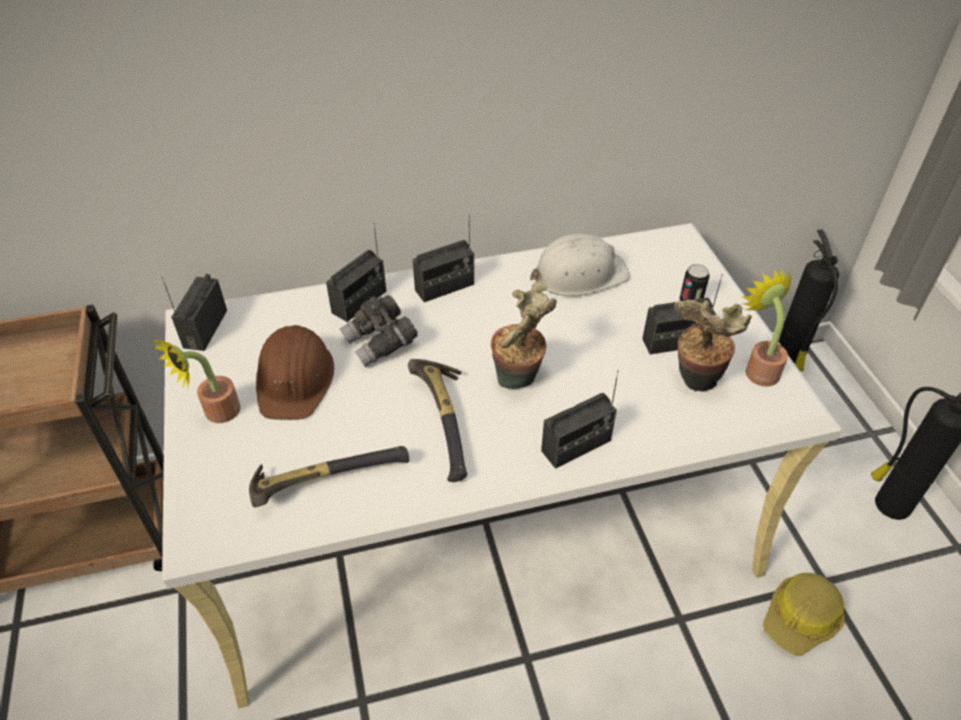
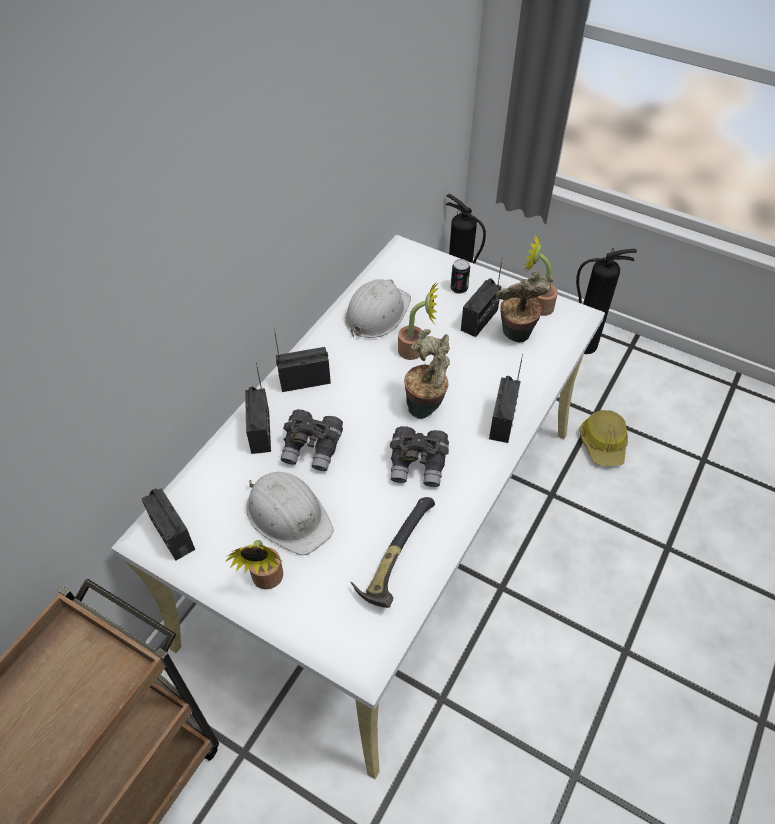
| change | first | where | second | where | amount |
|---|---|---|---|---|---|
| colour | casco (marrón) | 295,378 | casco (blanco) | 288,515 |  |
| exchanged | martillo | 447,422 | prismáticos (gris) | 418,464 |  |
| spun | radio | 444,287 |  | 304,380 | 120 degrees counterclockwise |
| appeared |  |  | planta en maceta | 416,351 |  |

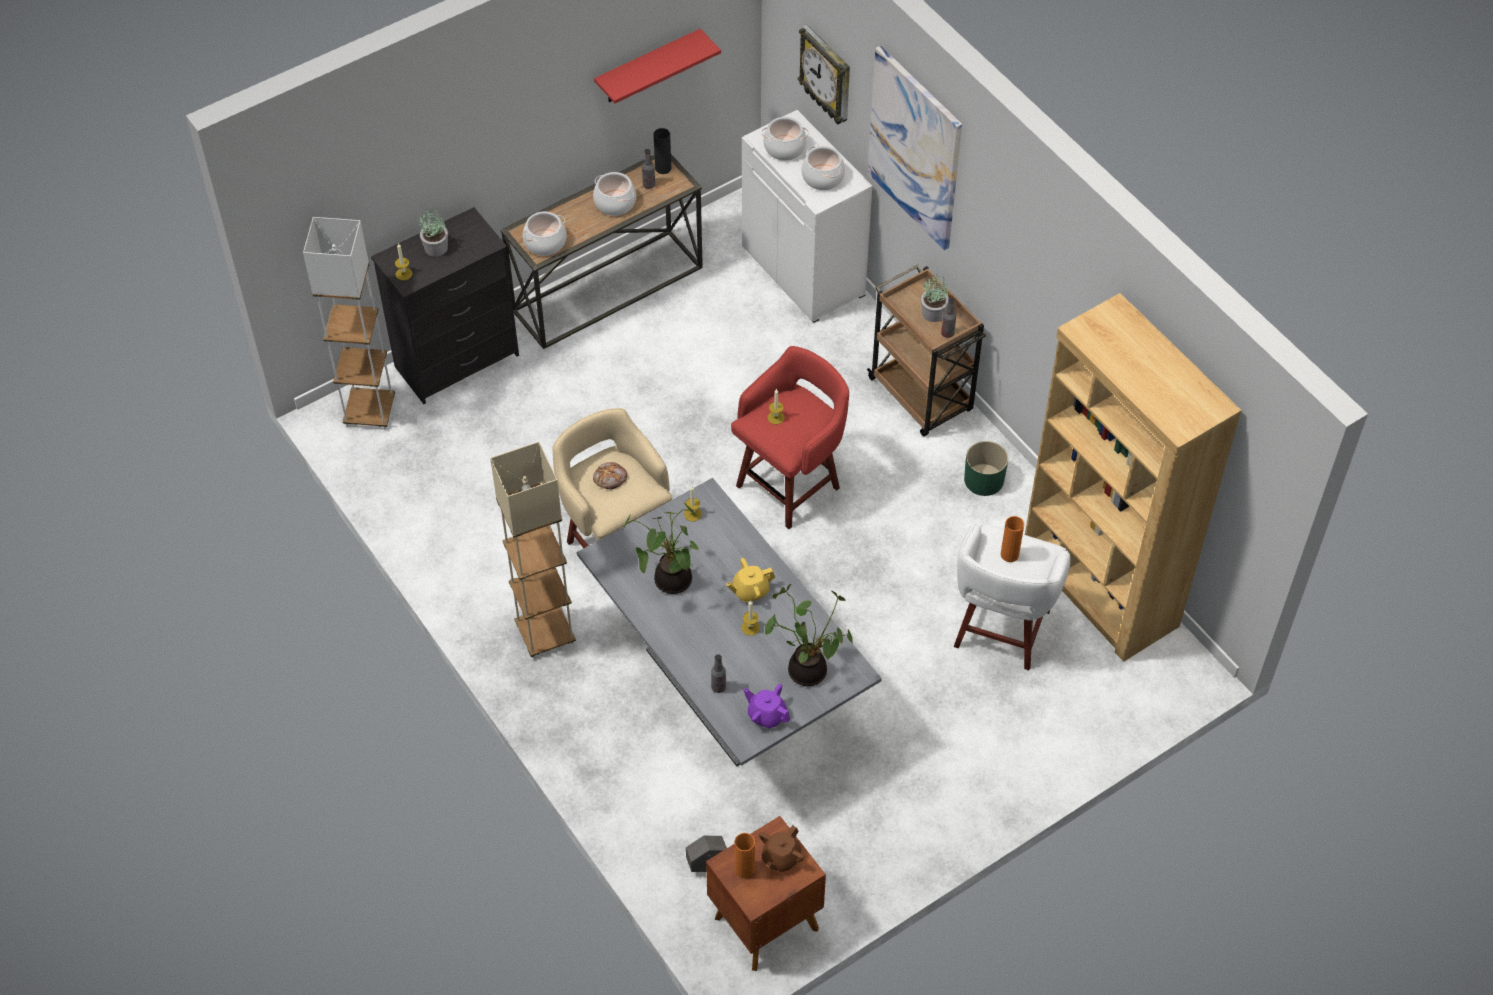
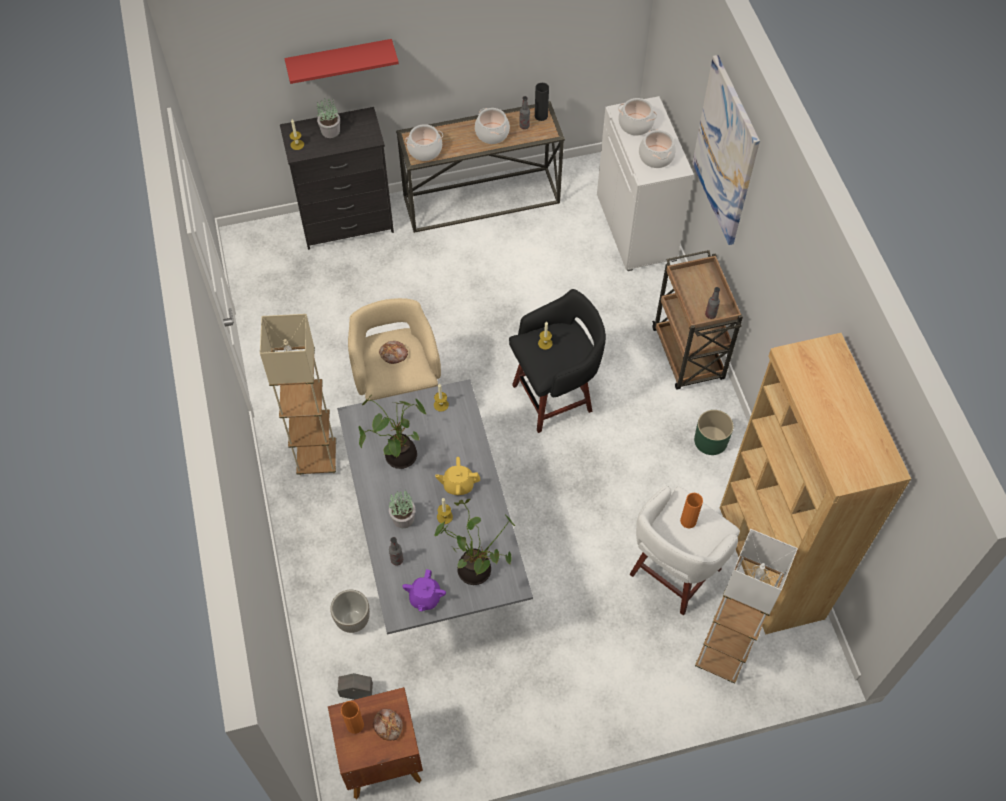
| change | first | where | second | where | amount |
|---|---|---|---|---|---|
| relocated | lámpara de pie (blanco) | 370,412 |  | 721,658 |  |
| relocated | estante (rojo) | 648,67 |  | 340,61 |  |
| colour | taburete (rojo) | 790,484 | taburete (negro) | 555,397 |  |
| spun | tetera (morado) | 766,715 |  | 425,597 | 135 degrees counterclockwise |
| exchanged | tetera (marrón) | 781,858 | pan | 388,725 |  |
| missing | reloj de pared | 827,76 |  |  |  |
| relocated | planta en maceta | 933,313 |  | 403,518 |  |
| appeared |  |  | maceta | 353,619 |  |

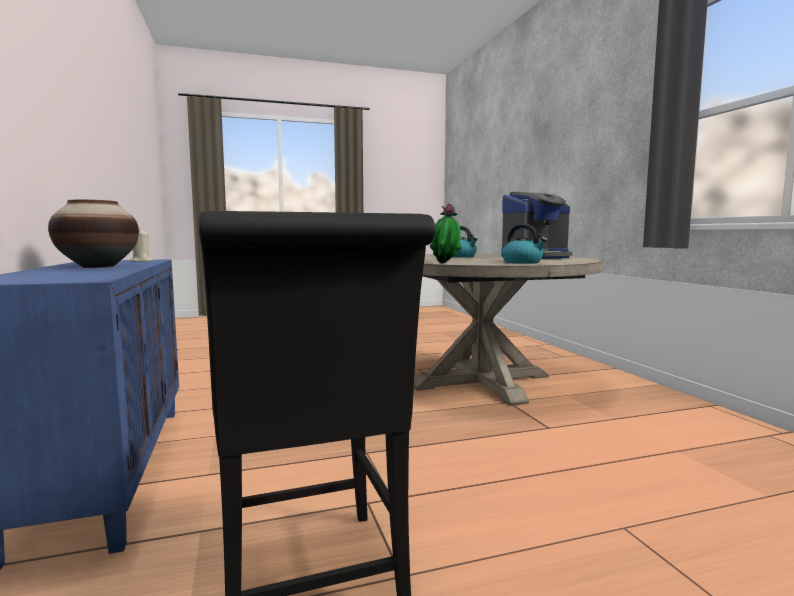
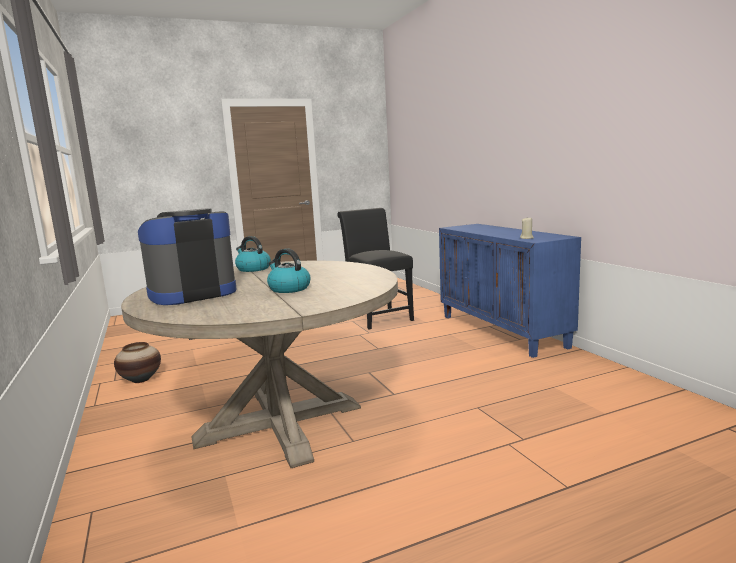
| change | first | where | second | where | amount |
|---|---|---|---|---|---|
| relocated | florero | 98,267 |  | 140,380 |  |
| missing | planta en maceta | 445,263 |  |  |  |

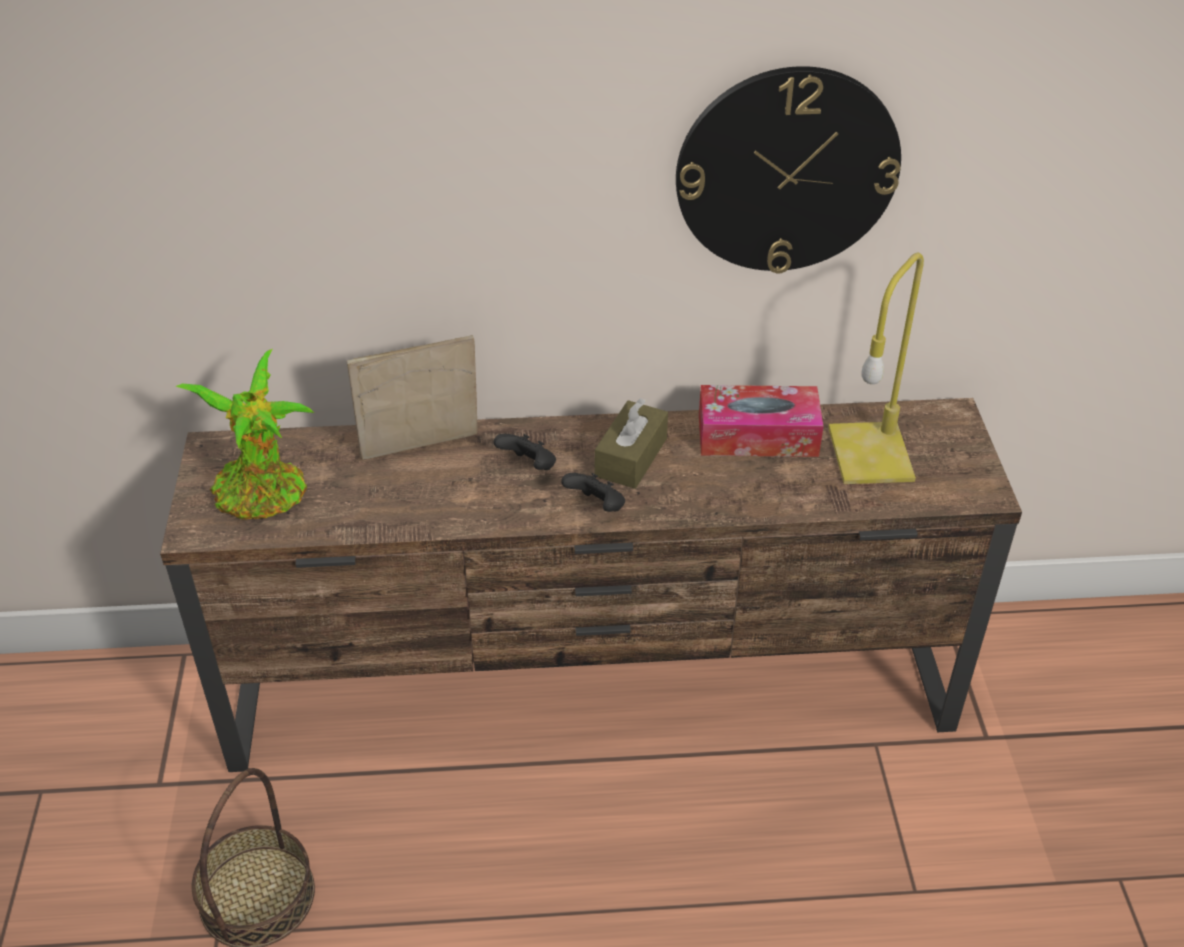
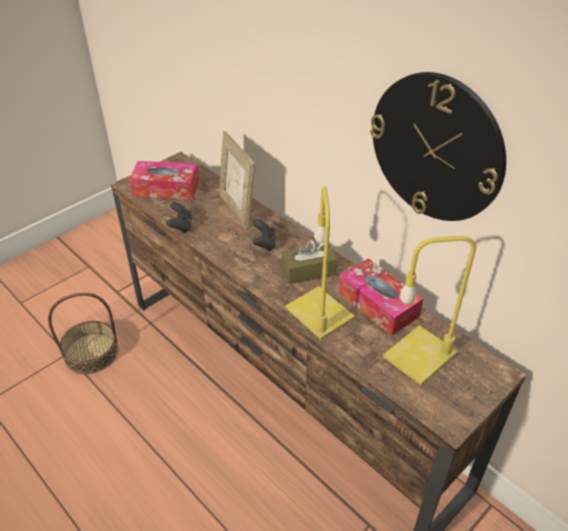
| change | first | where | second | where | amount |
|---|---|---|---|---|---|
| exchanged | planta en maceta | 265,496 | caja de pañuelos | 166,188 |  |
| spun | portarretratos | 421,451 |  | 237,210 | 150 degrees counterclockwise |
| relocated | mando de consola (negro) | 596,507 |  | 181,226 |  |
| appeared |  |  | lámpara de mesa (amarillo) | 321,313 |  |

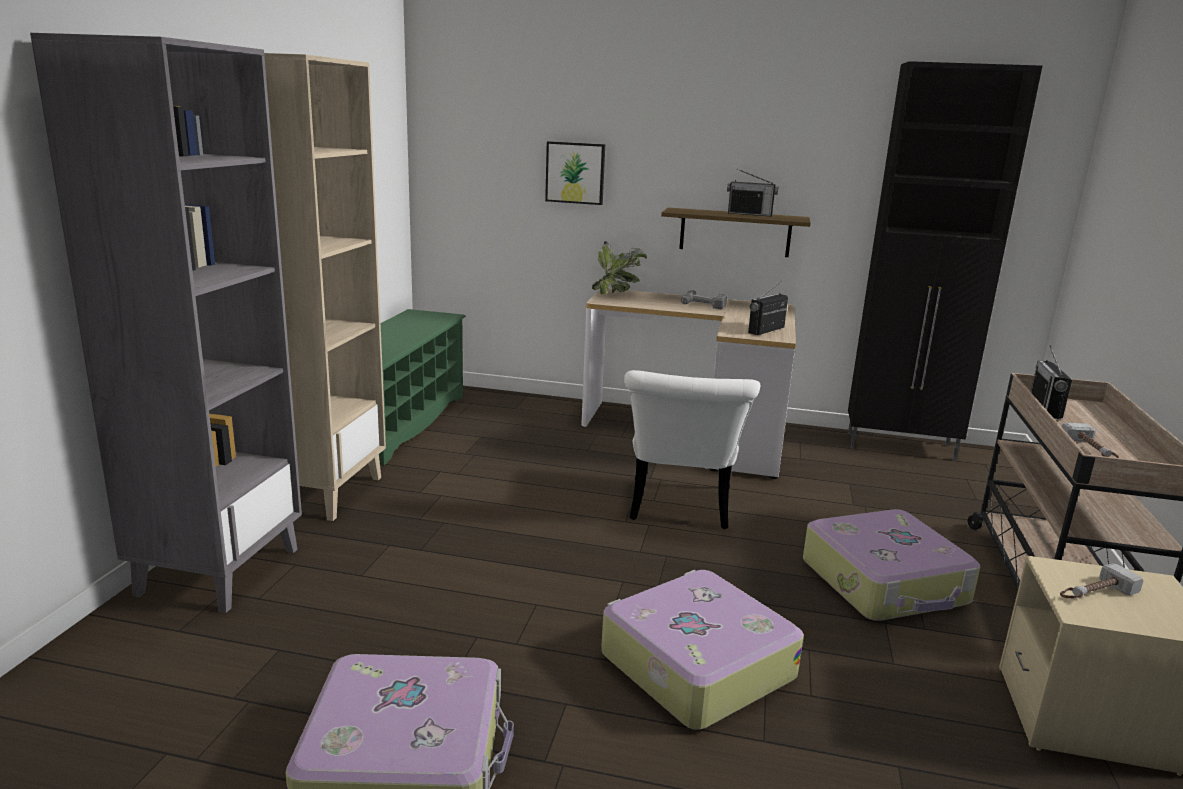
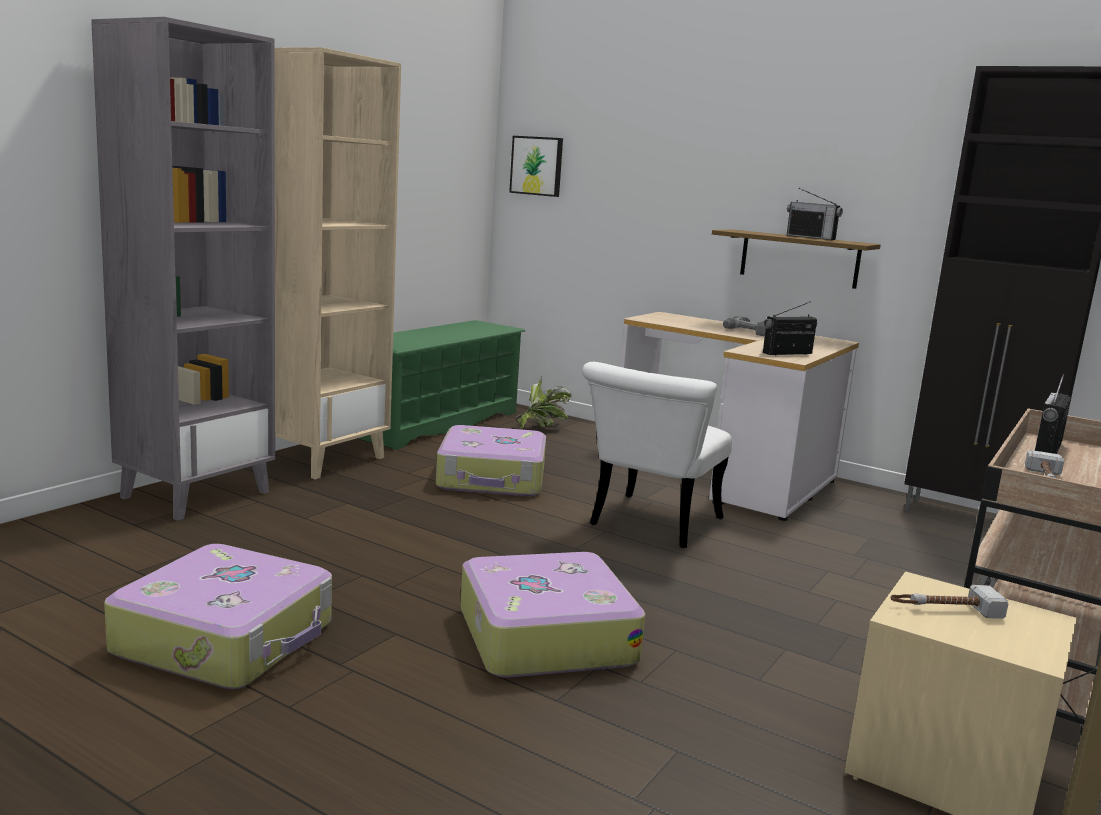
| change | first | where | second | where | amount |
|---|---|---|---|---|---|
| relocated | cuadro | 575,173 |  | 537,166 |  |
| relocated | planta en maceta | 616,294 |  | 542,429 |  |
| relocated | maleta | 886,583 |  | 492,478 |  |

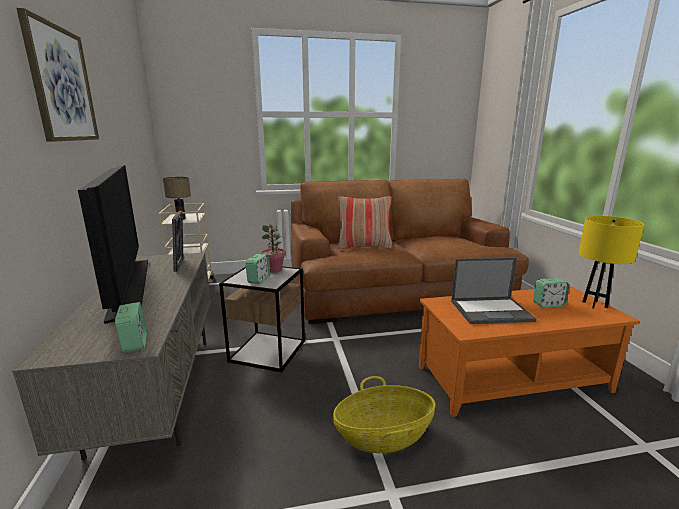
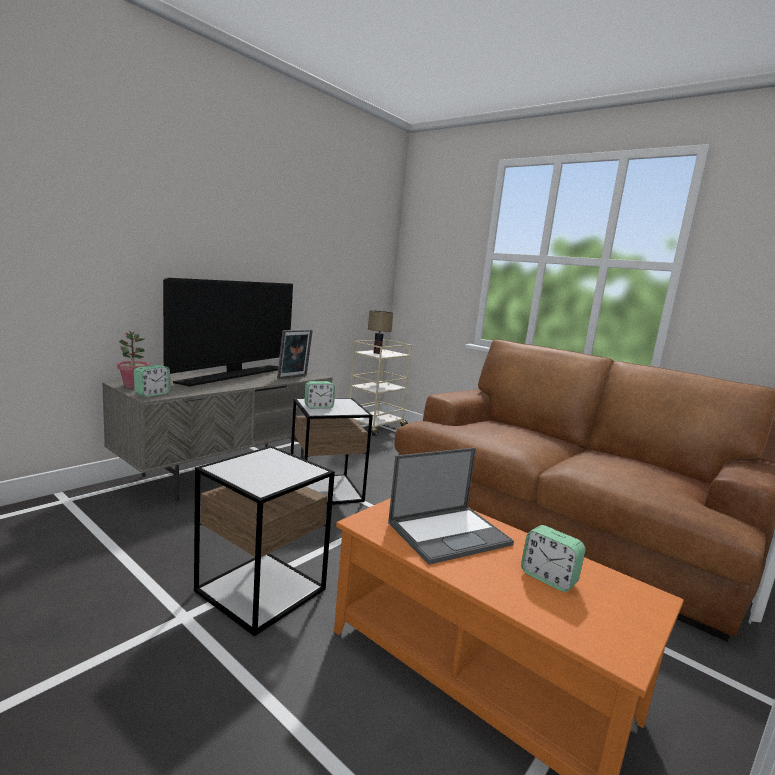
| change | first | where | second | where | amount |
|---|---|---|---|---|---|
| missing | cuadro | 61,84 |  |  |  |
| relocated | planta en maceta | 274,270 |  | 133,386 |  |
| exchanged | cesta | 383,435 | mesa auxiliar | 261,590 |  |
| missing | cojín | 364,246 |  |  |  |
| spun | portátil | 491,310 |  | 450,533 | 75 degrees counterclockwise |
| missing | lámpara de mesa (amarillo) | 594,304 |  |  |  |

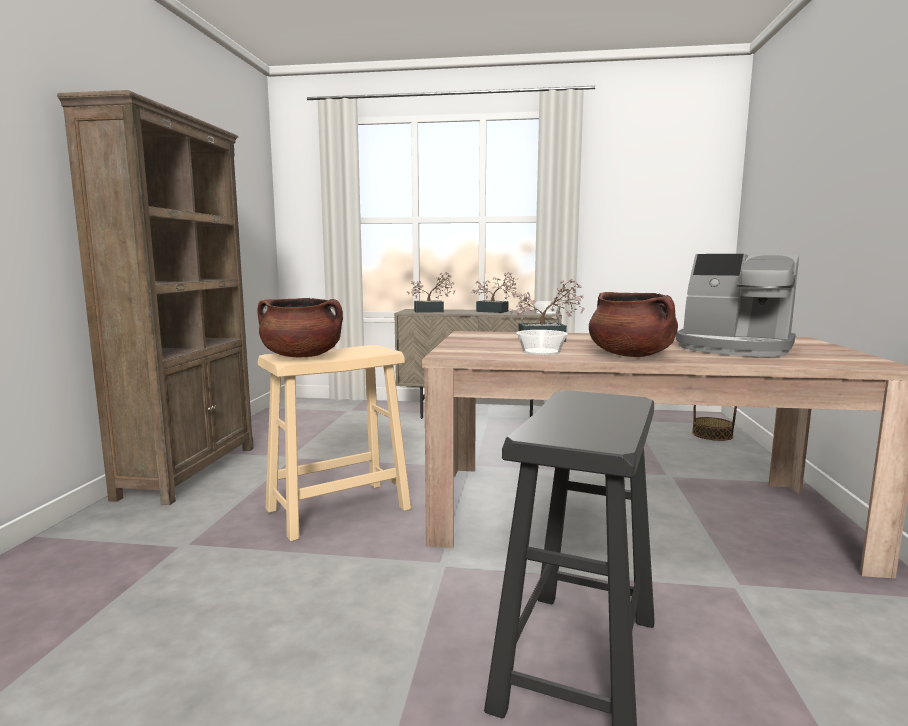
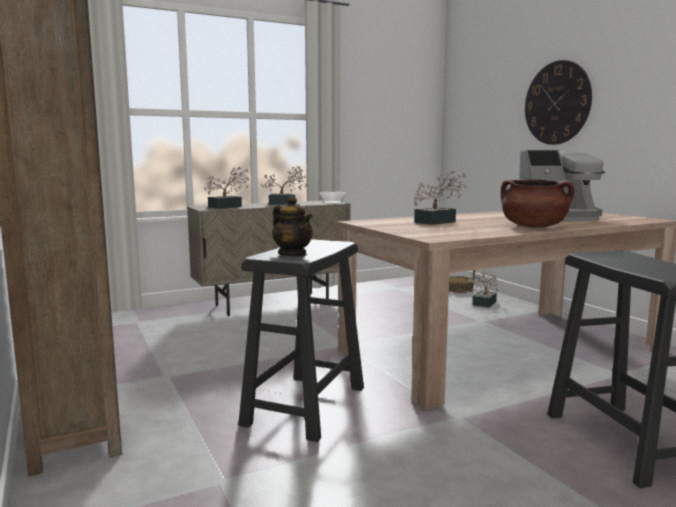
| change | first | where | second | where | amount |
|---|---|---|---|---|---|
| exchanged | olla (marrón) | 302,356 | tetera | 292,254 |  |
| colour | taburete (beis) | 339,509 | taburete (negro) | 306,405 |  |
| missing | cuenco | 542,352 |  |  |  |
| appeared |  |  | planta en maceta | 483,304 |  |
| appeared |  |  | reloj de pared | 557,103 |  |

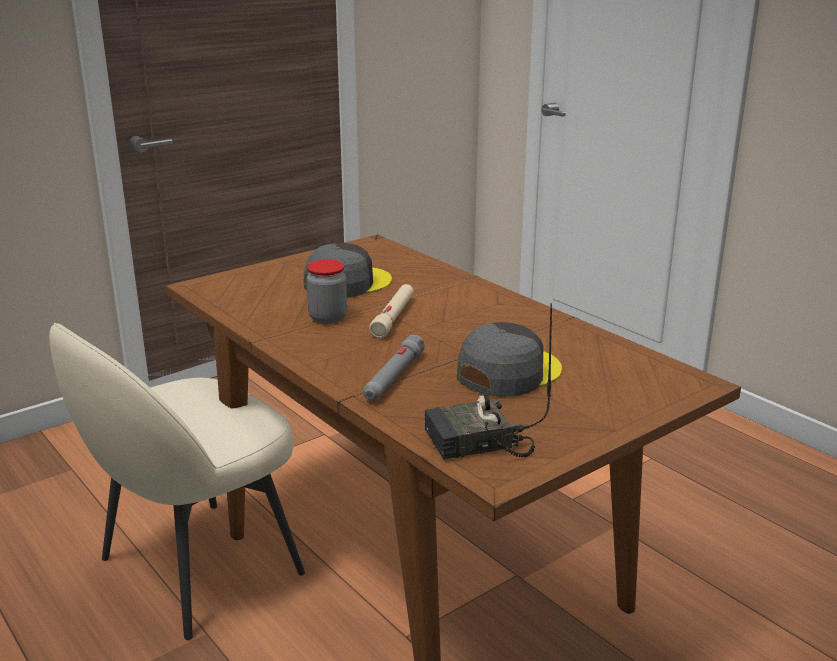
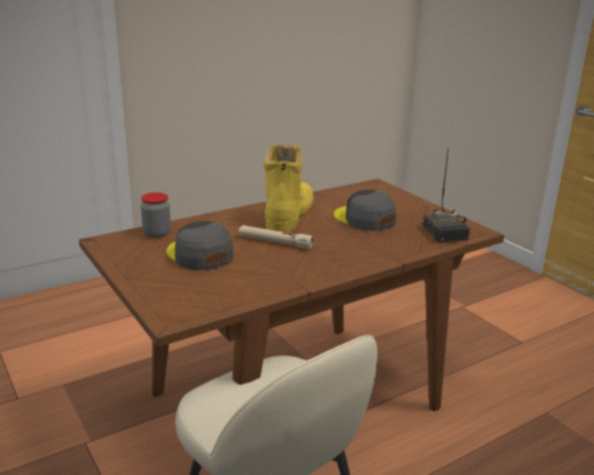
| change | first | where | second | where | amount |
|---|---|---|---|---|---|
| relocated | tarro | 328,318 |  | 157,233 |  |
| missing | linterna (gris) | 394,377 |  |  |  |
| appeared |  |  | bota (amarillo) | 289,215 |  |

